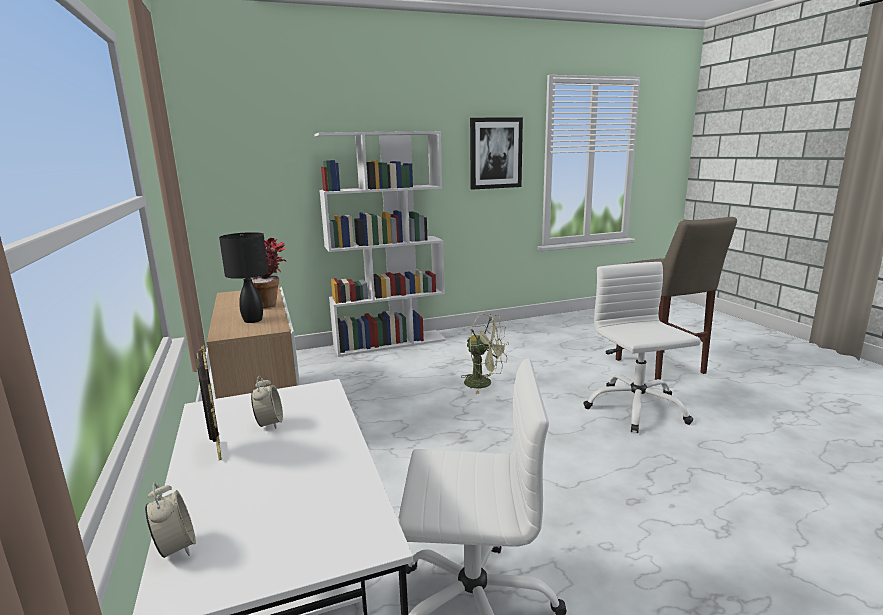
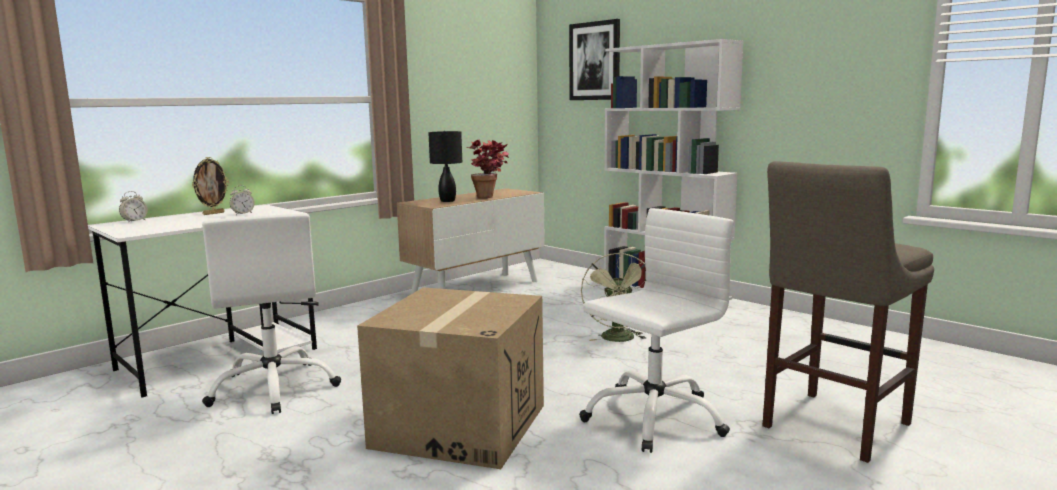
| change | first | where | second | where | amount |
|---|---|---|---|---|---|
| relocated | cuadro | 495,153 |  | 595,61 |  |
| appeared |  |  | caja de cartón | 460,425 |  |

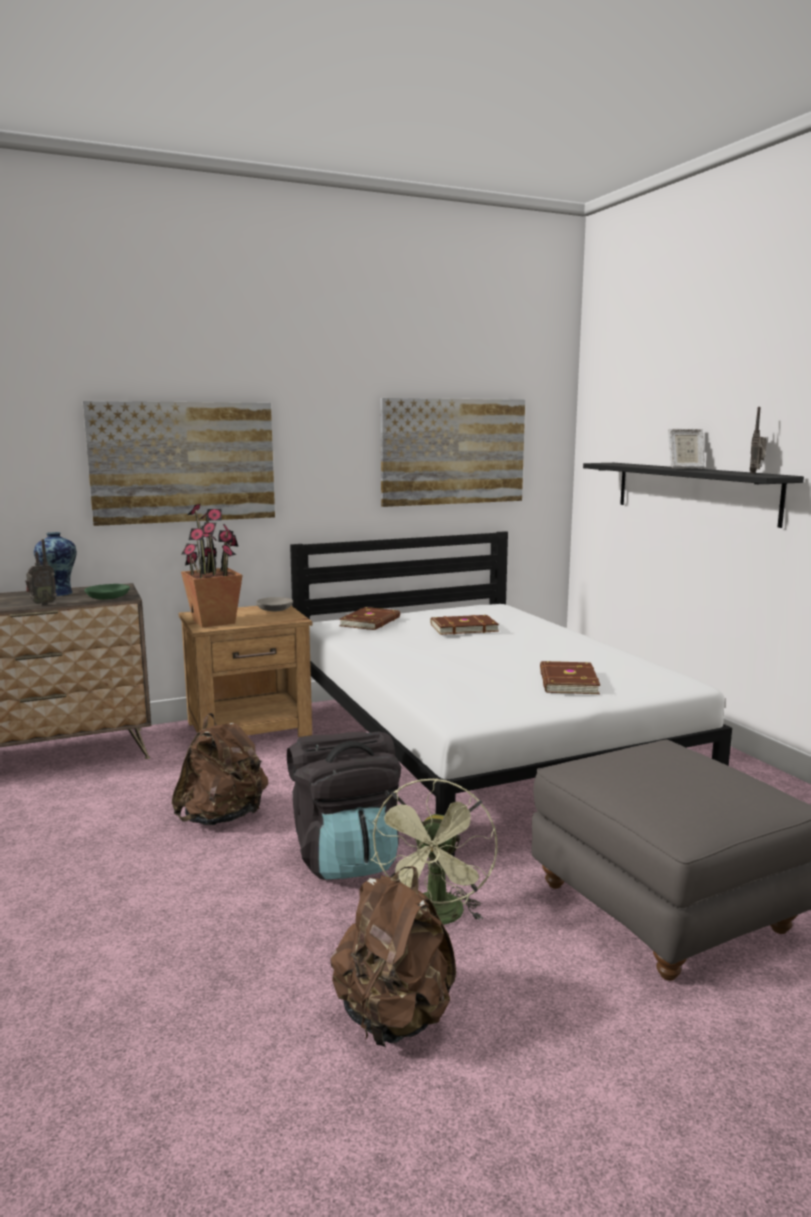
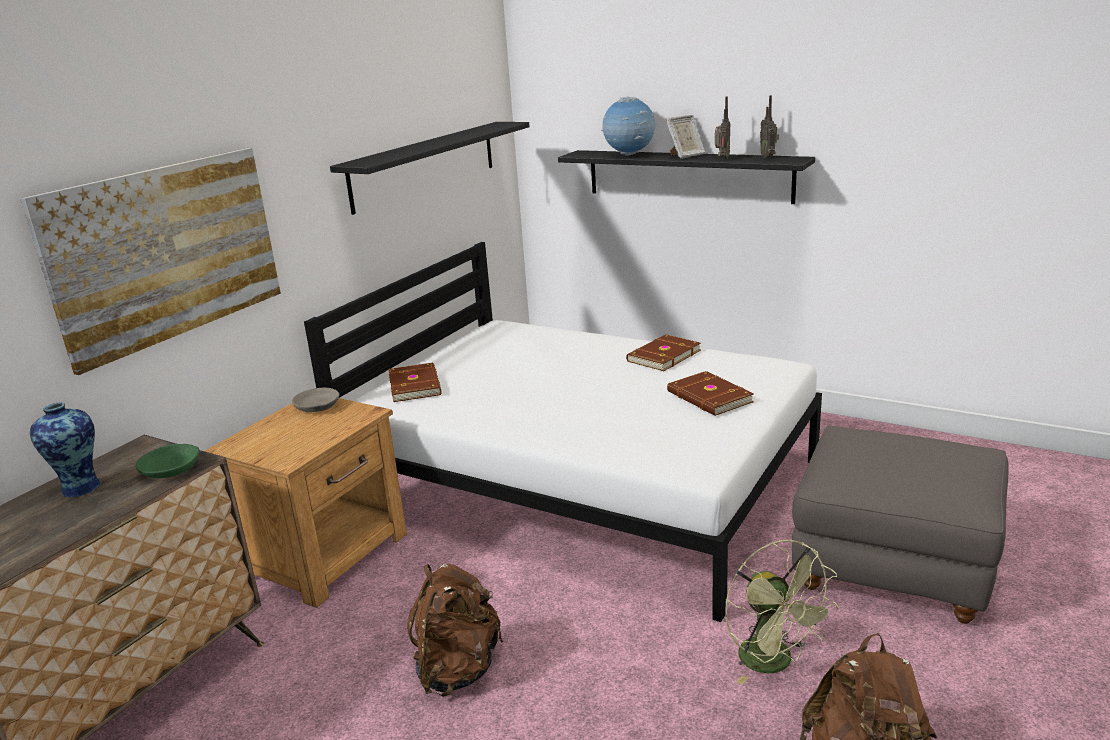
| change | first | where | second | where | amount |
|---|---|---|---|---|---|
| relocated | radio | 42,604 |  | 722,159 |  |
| missing | planta en maceta | 214,621 |  |  |  |
| missing | mochila (negro) | 346,857 |  |  |  |
| exchanged | cuadro | 453,451 | estante (negro) | 425,165 |  |
| relocated | libro (marrón) | 463,628 |  | 662,356 |  |
| appeared |  |  | globo terráqueo | 629,155 |  |

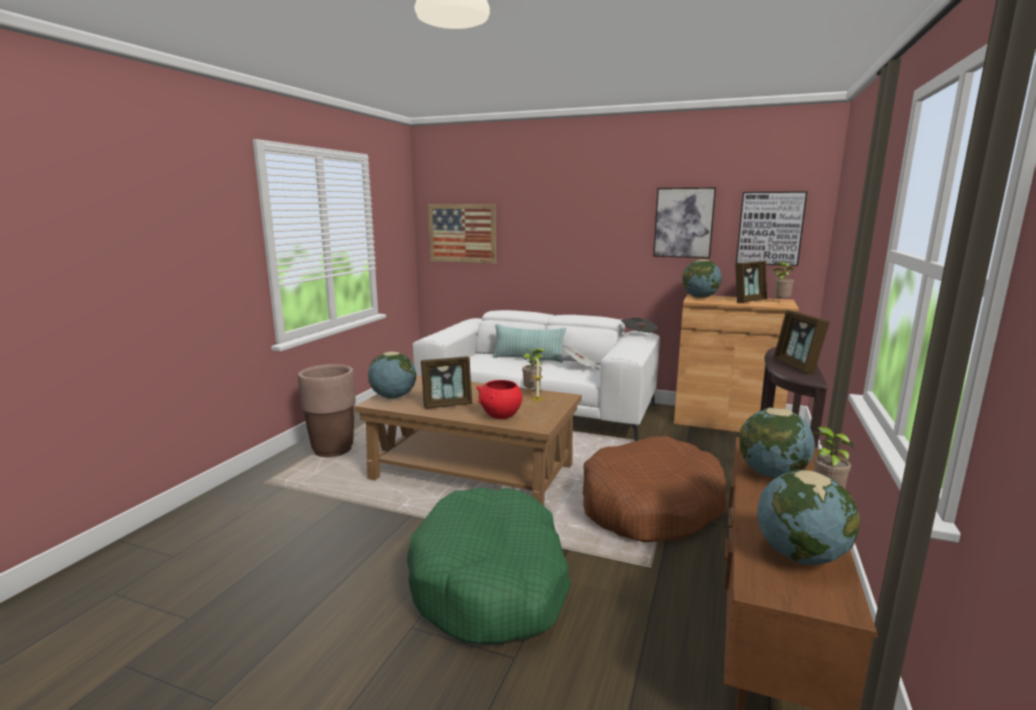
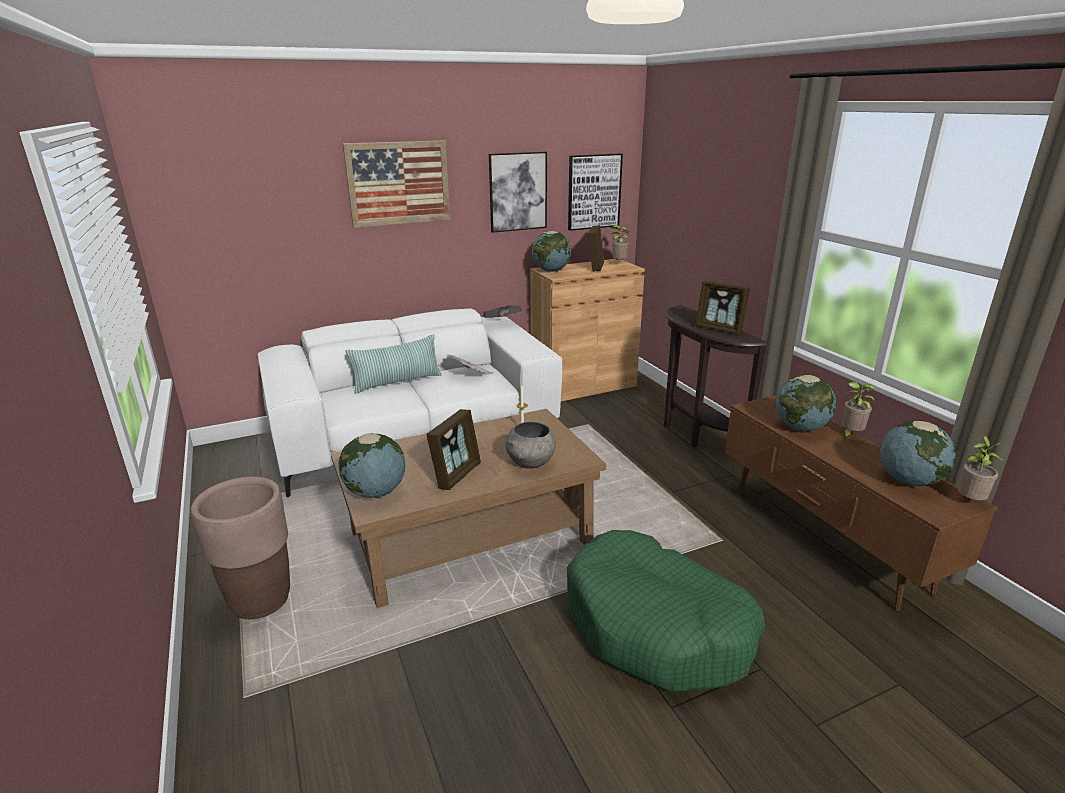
| change | first | where | second | where | amount |
|---|---|---|---|---|---|
| relocated | cuadro | 462,233 |  | 398,183 |  |
| colour | cuenco (rojo) | 500,416 | cuenco (gris) | 531,463 |  |
| relocated | planta en maceta | 533,392 |  | 969,501 |  |
| missing | cama para perro (marrón) | 650,506 |  |  |  |

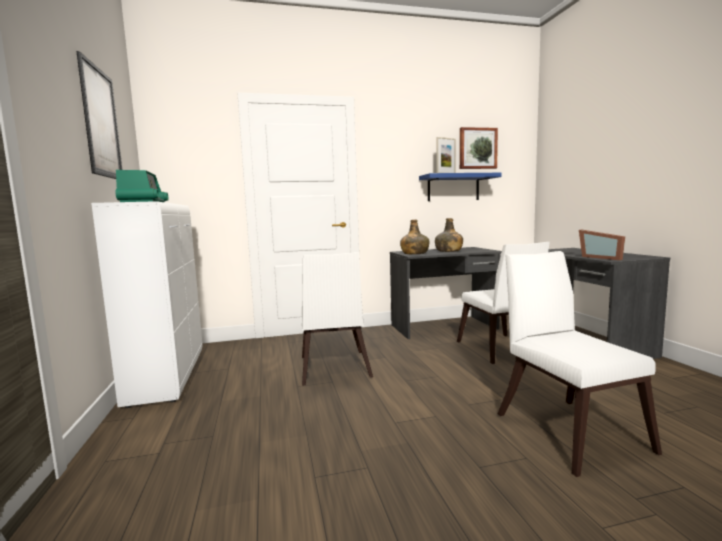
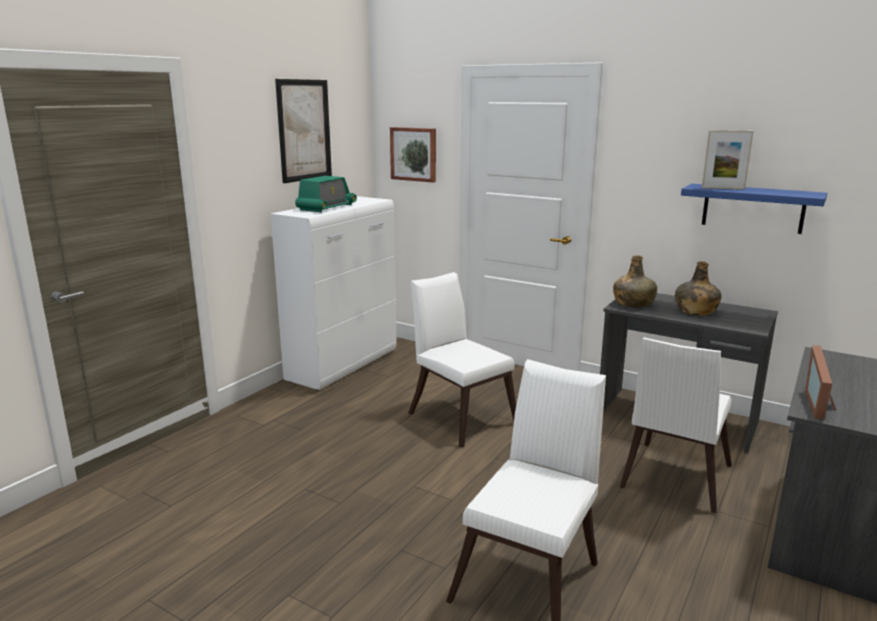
| change | first | where | second | where | amount |
|---|---|---|---|---|---|
| spun | silla (blanco) | 333,369 |  | 459,416 | 105 degrees clockwise |
| relocated | cuadro | 477,148 |  | 414,154 |  |

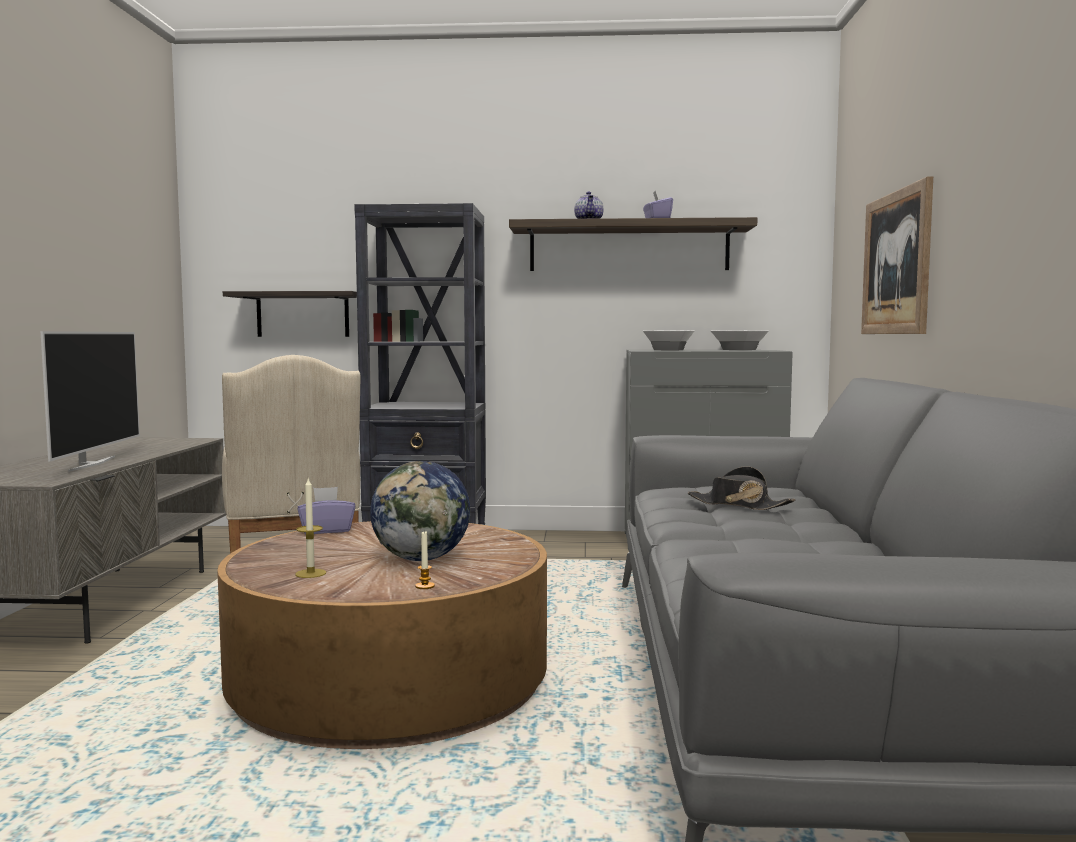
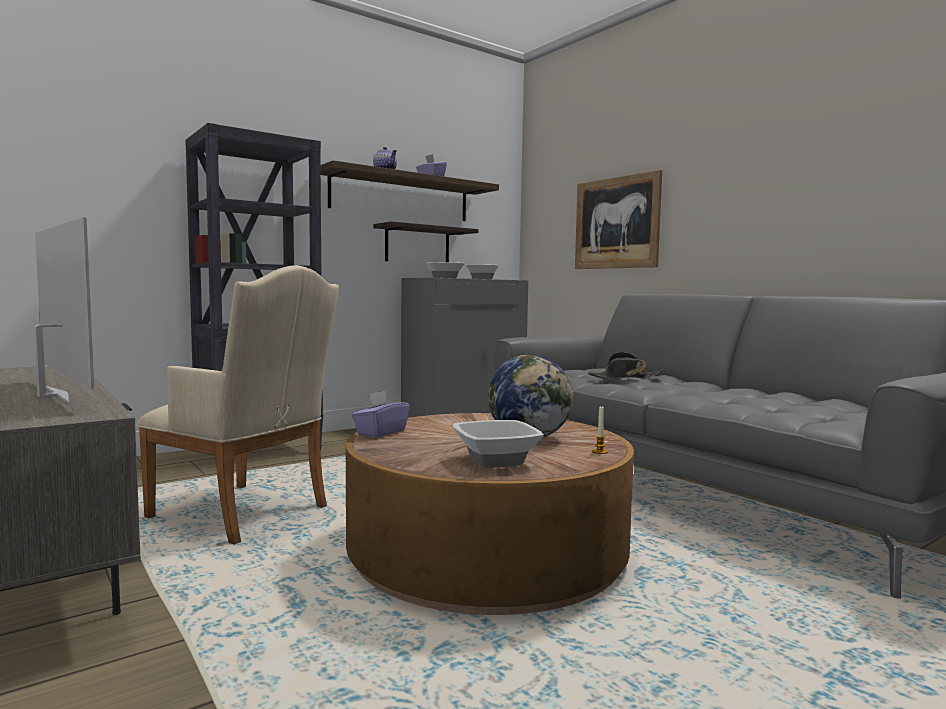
| change | first | where | second | where | amount |
|---|---|---|---|---|---|
| relocated | estante | 303,315 |  | 417,245 |  |
| exchanged | vela | 310,573 | cuenco | 497,460 |  |

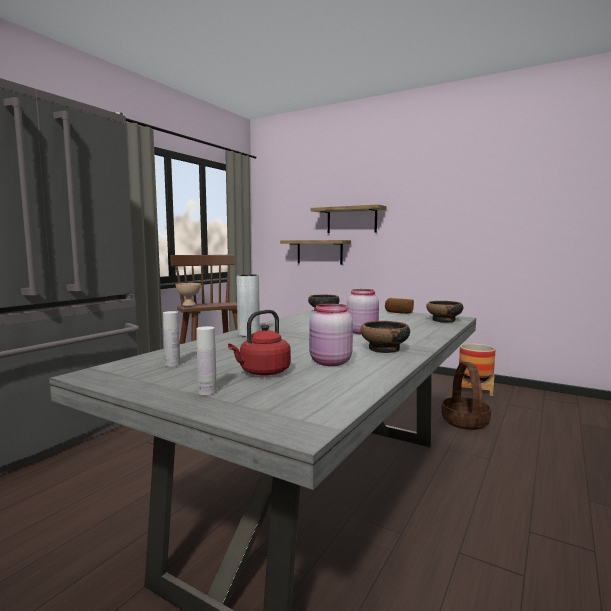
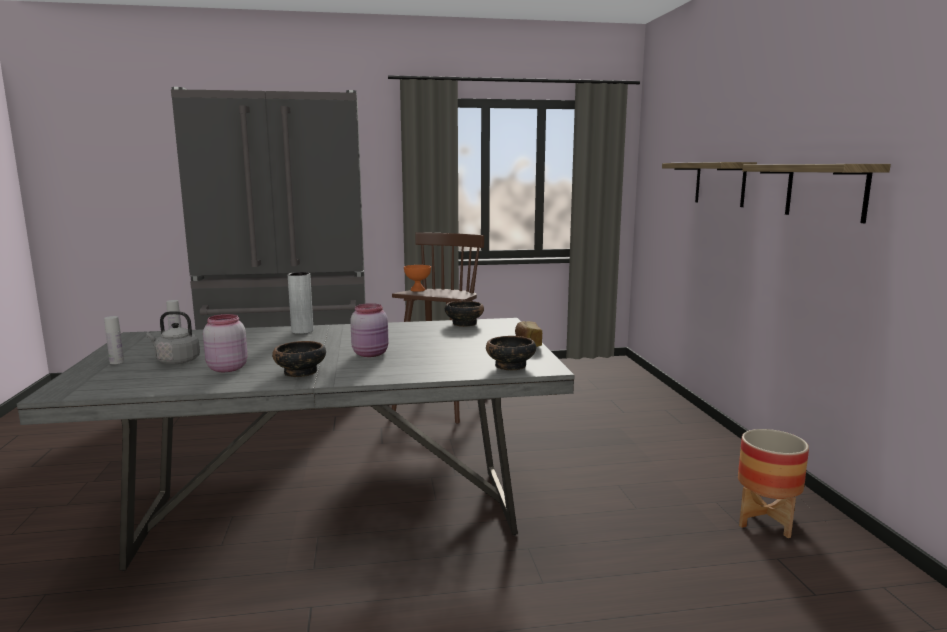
| change | first | where | second | where | amount |
|---|---|---|---|---|---|
| colour | cuenco (beis) | 189,305 | cuenco (naranja) | 417,290 |  |
| colour | hervidor (rojo) | 262,372 | hervidor (gris) | 176,361 |  |
| relocated | estante | 319,252 |  | 825,191 |  |
| missing | cesta | 464,421 |  |  |  |

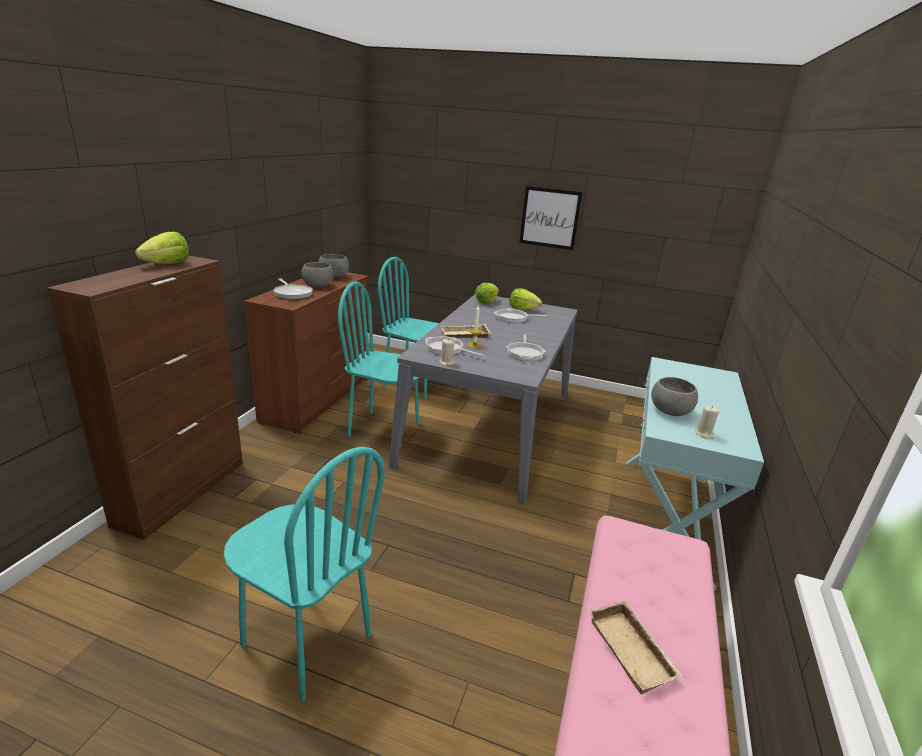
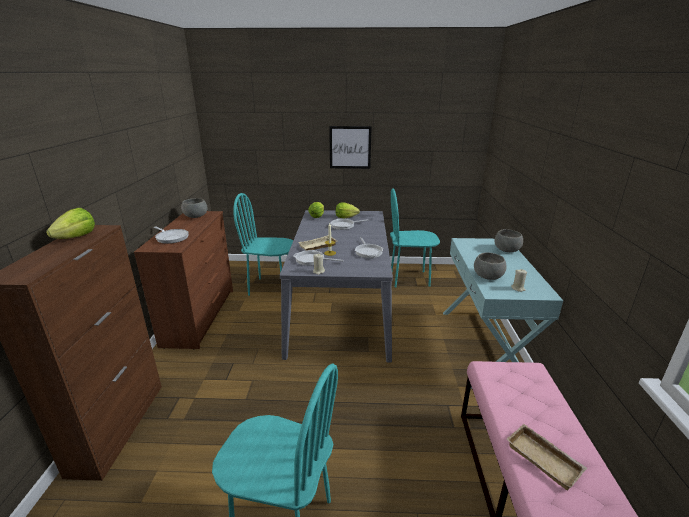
| change | first | where | second | where | amount |
|---|---|---|---|---|---|
| relocated | cuenco (gris) | 318,285 |  | 507,250 |  |
| relocated | silla (turquesa) | 384,429 |  | 409,279 |  |

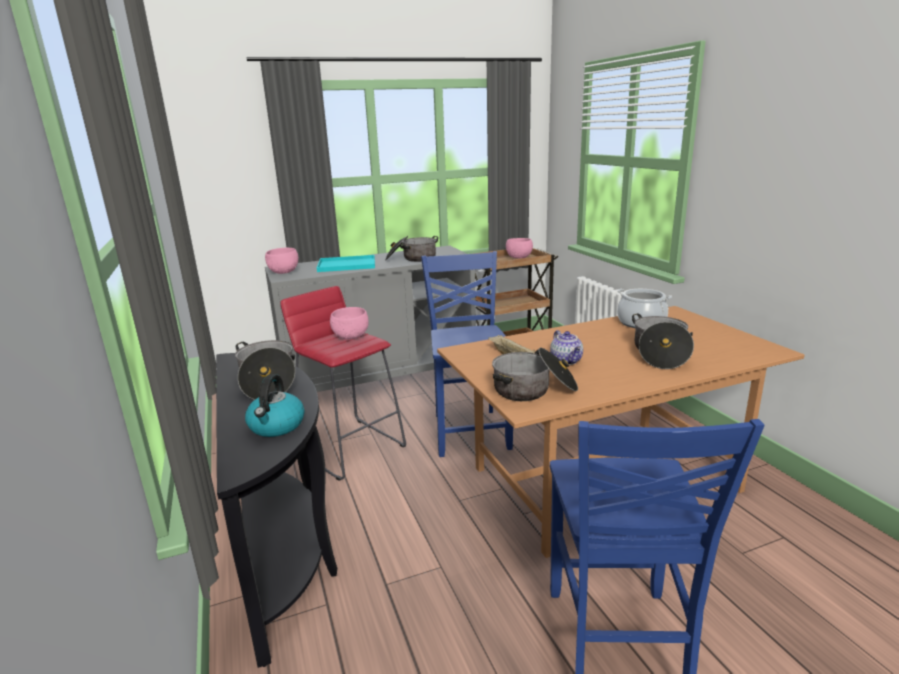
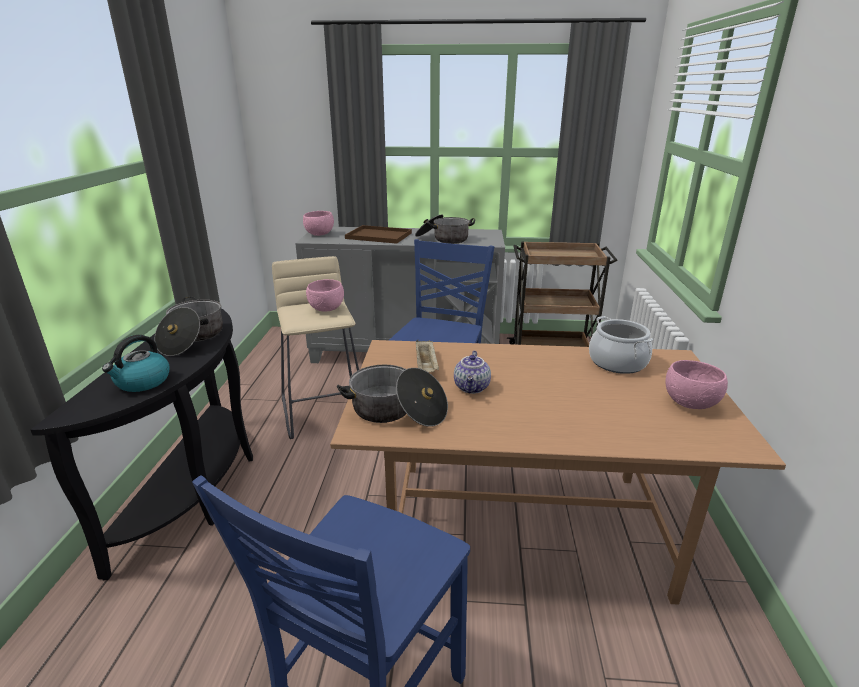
| change | first | where | second | where | amount |
|---|---|---|---|---|---|
| colour | taburete (rojo) | 350,447 | taburete (beis) | 324,410 |  |
| colour | bandeja (turquesa) | 345,265 | bandeja (marrón) | 377,236 |  |
| relocated | cuenco (rosa) | 519,258 |  | 691,404 |  |
| missing | olla | 660,353 |  |  |  |

